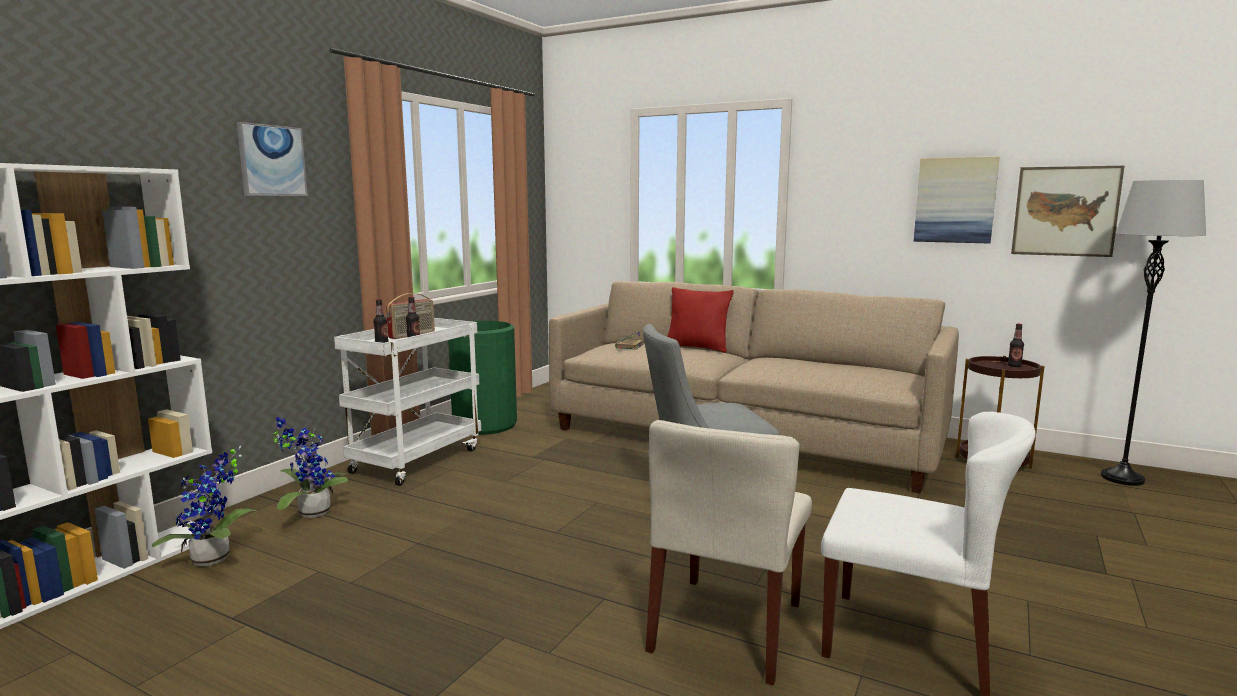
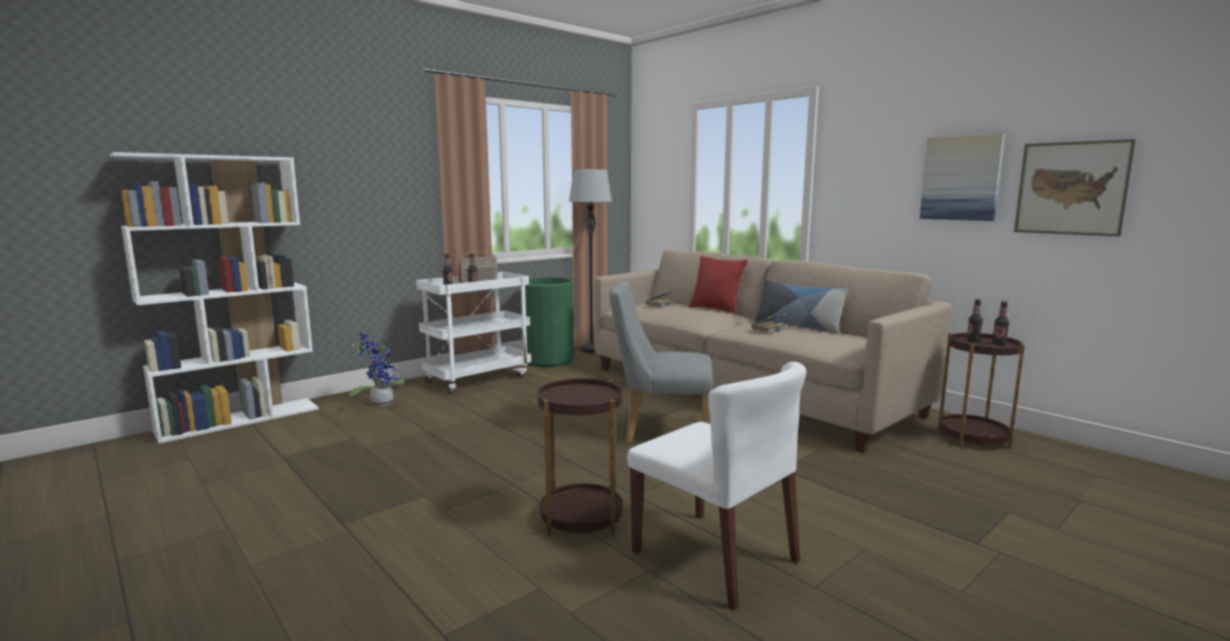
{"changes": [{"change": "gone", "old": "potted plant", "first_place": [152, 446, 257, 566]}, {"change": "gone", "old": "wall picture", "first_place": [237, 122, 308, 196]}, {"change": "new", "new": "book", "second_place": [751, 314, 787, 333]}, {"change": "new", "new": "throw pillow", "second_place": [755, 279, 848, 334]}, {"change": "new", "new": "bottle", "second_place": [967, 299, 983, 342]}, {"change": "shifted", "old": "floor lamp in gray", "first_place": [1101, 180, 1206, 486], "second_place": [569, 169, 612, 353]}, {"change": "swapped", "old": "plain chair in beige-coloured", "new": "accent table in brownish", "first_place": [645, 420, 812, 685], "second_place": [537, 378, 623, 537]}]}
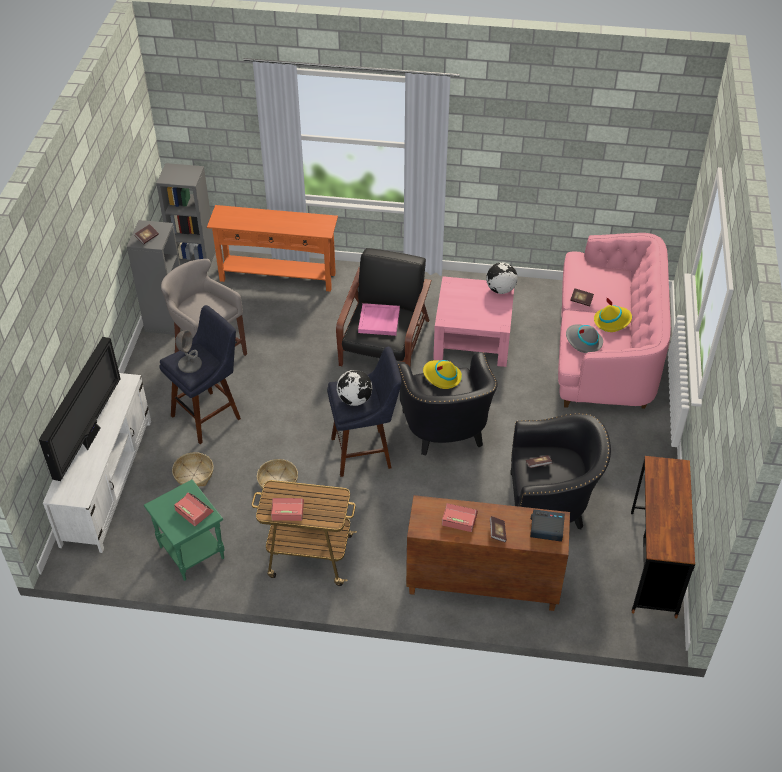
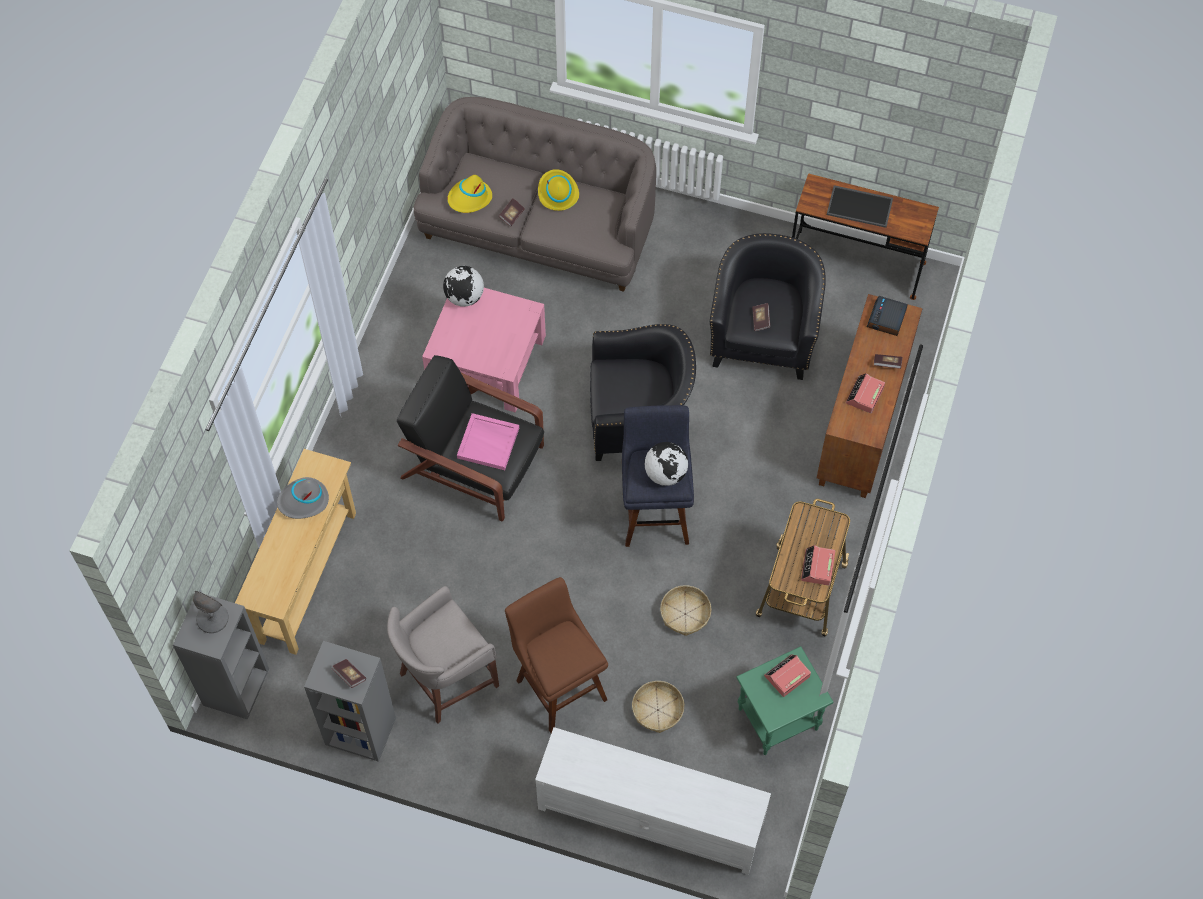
{"changes": [{"change": "gone", "old": "TV", "first_place": [39, 337, 121, 481]}, {"change": "new", "new": "carrying tray", "second_place": [827, 185, 893, 228]}, {"change": "shifted", "old": "lamp for a table in gray", "first_place": [175, 330, 202, 373], "second_place": [193, 591, 229, 633]}, {"change": "shifted", "old": "clothing hat in yellow", "first_place": [423, 360, 462, 389], "second_place": [447, 175, 492, 213]}, {"change": "shifted", "old": "clothing hat in gray", "first_place": [566, 324, 603, 353], "second_place": [277, 477, 329, 519]}, {"change": "repainted", "old": "stool seat in blue-coloured", "new": "stool seat in brownish", "first_place": [159, 305, 241, 444], "second_place": [505, 577, 608, 733]}, {"change": "repainted", "old": "narrow table in orange-coloured", "new": "narrow table in beige-coloured", "first_place": [207, 205, 338, 292], "second_place": [235, 449, 356, 655]}, {"change": "repainted", "old": "sofa in pink-coloured", "new": "sofa in gray", "first_place": [558, 233, 671, 409], "second_place": [414, 97, 656, 292]}]}
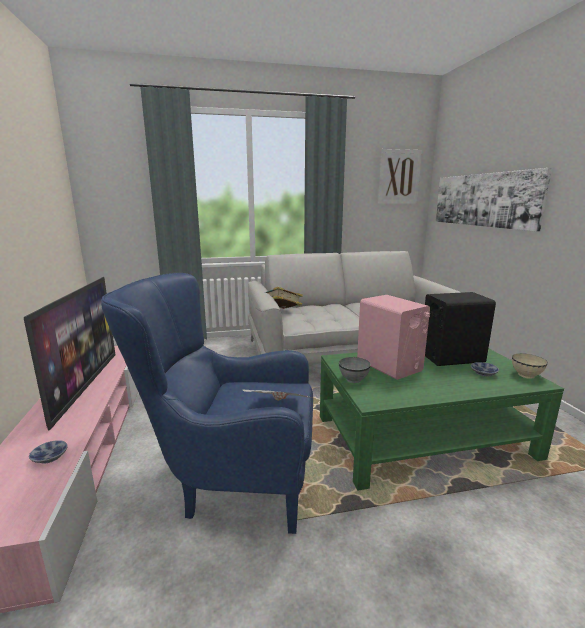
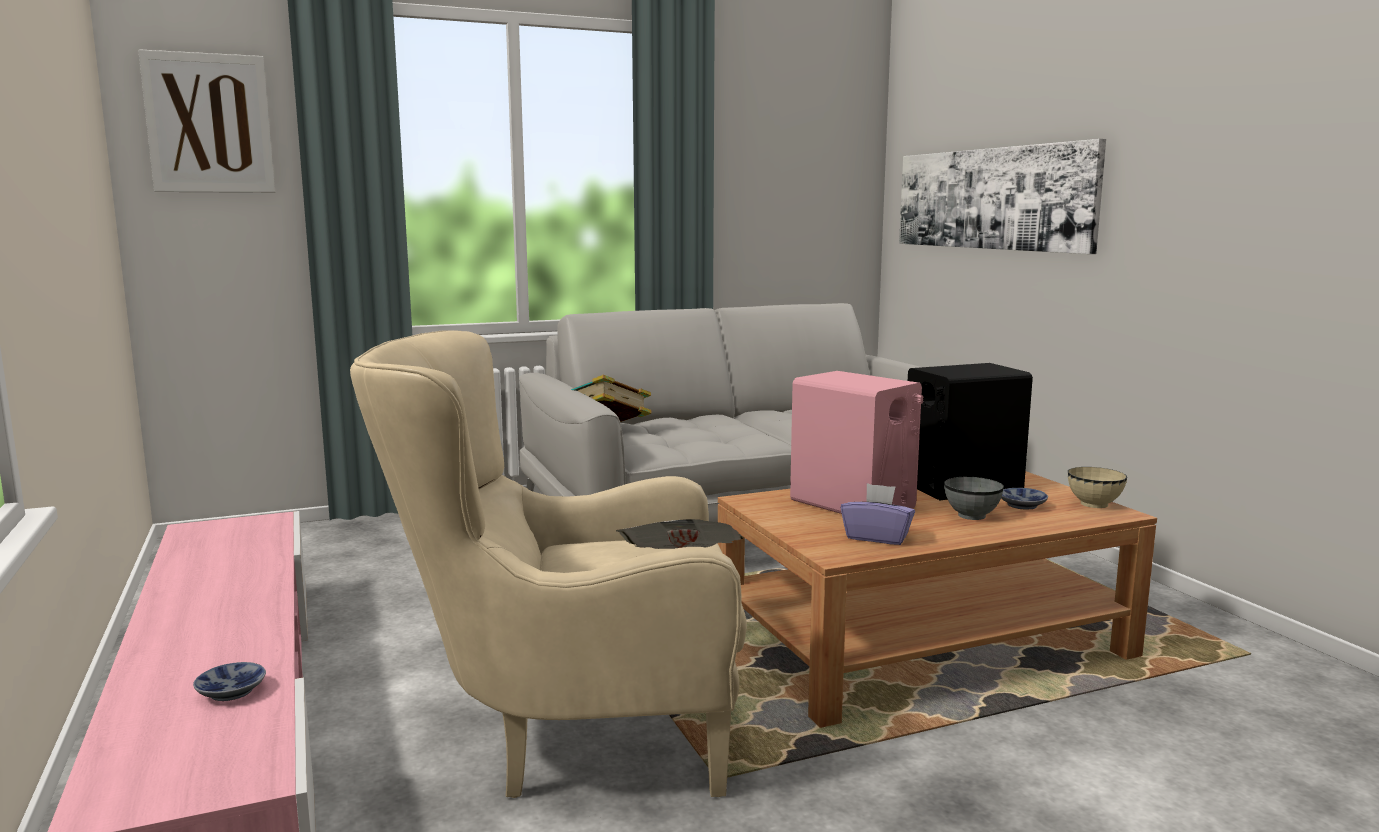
{"changes": [{"change": "gone", "old": "TV", "first_place": [24, 277, 116, 430]}, {"change": "new", "new": "tissue box in purple", "second_place": [841, 483, 915, 545]}, {"change": "shifted", "old": "serving bowl in gray", "first_place": [339, 357, 371, 383], "second_place": [944, 477, 1004, 520]}, {"change": "shifted", "old": "wall picture", "first_place": [378, 149, 422, 204], "second_place": [138, 49, 275, 193]}, {"change": "repainted", "old": "lounge chair in blue-coloured", "new": "lounge chair in beige-coloured", "first_place": [101, 273, 313, 534], "second_place": [350, 330, 747, 798]}, {"change": "repainted", "old": "coffee table in green-coloured", "new": "coffee table in brownish", "first_place": [320, 348, 564, 491], "second_place": [718, 471, 1157, 728]}]}
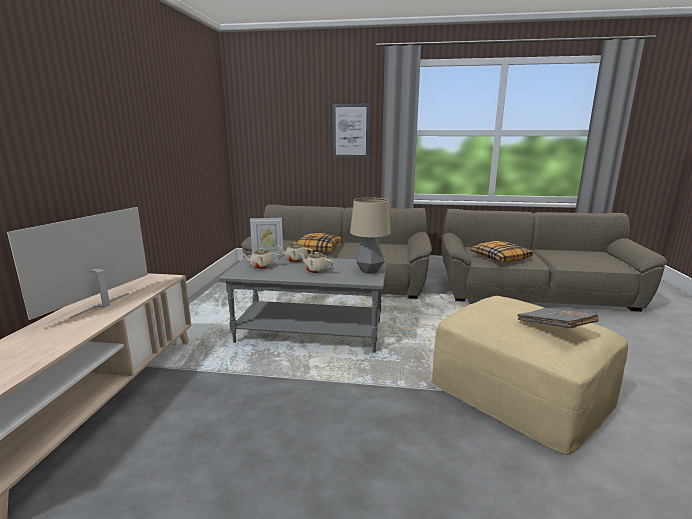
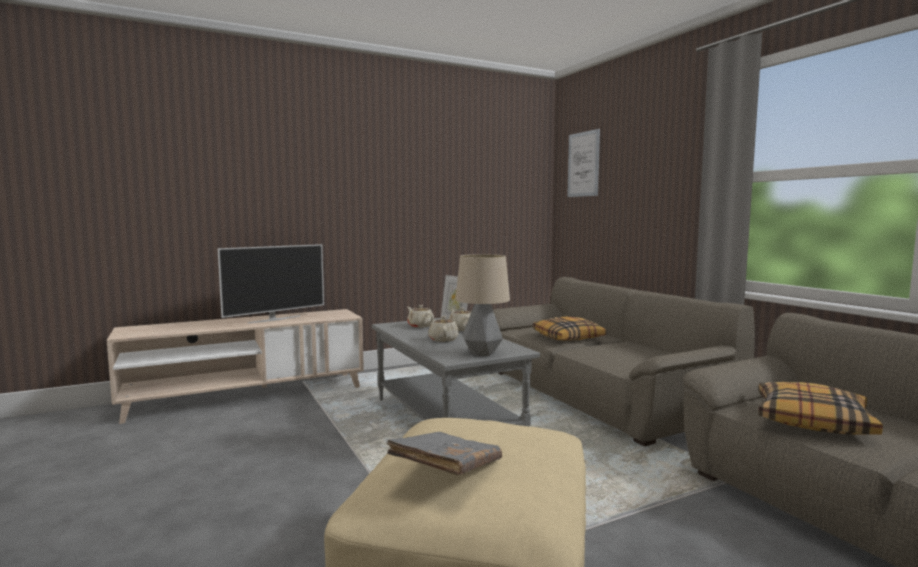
{"changes": [{"change": "shifted", "old": "wall picture", "first_place": [333, 104, 370, 158], "second_place": [567, 129, 600, 197]}, {"change": "rotated", "old": "TV", "first_place": [7, 207, 148, 320], "second_place": [218, 244, 324, 323], "degrees": 150}]}
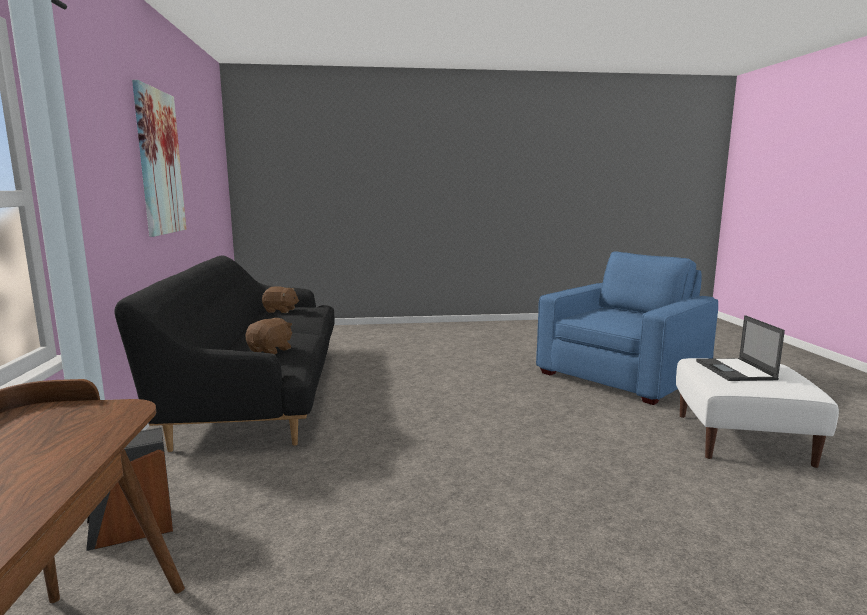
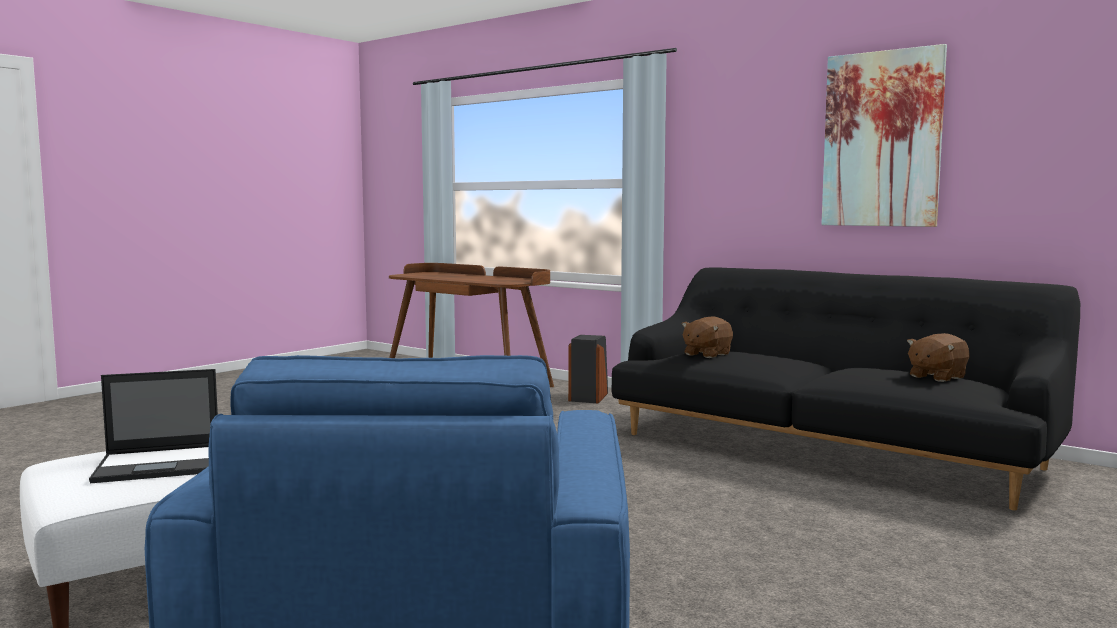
{"changes": [{"change": "rotated", "old": "cuddly toy in brownish", "first_place": [245, 318, 292, 355], "second_place": [682, 316, 733, 358], "degrees": 60}, {"change": "rotated", "old": "laptop", "first_place": [696, 315, 785, 381], "second_place": [89, 369, 218, 483], "degrees": 120}]}
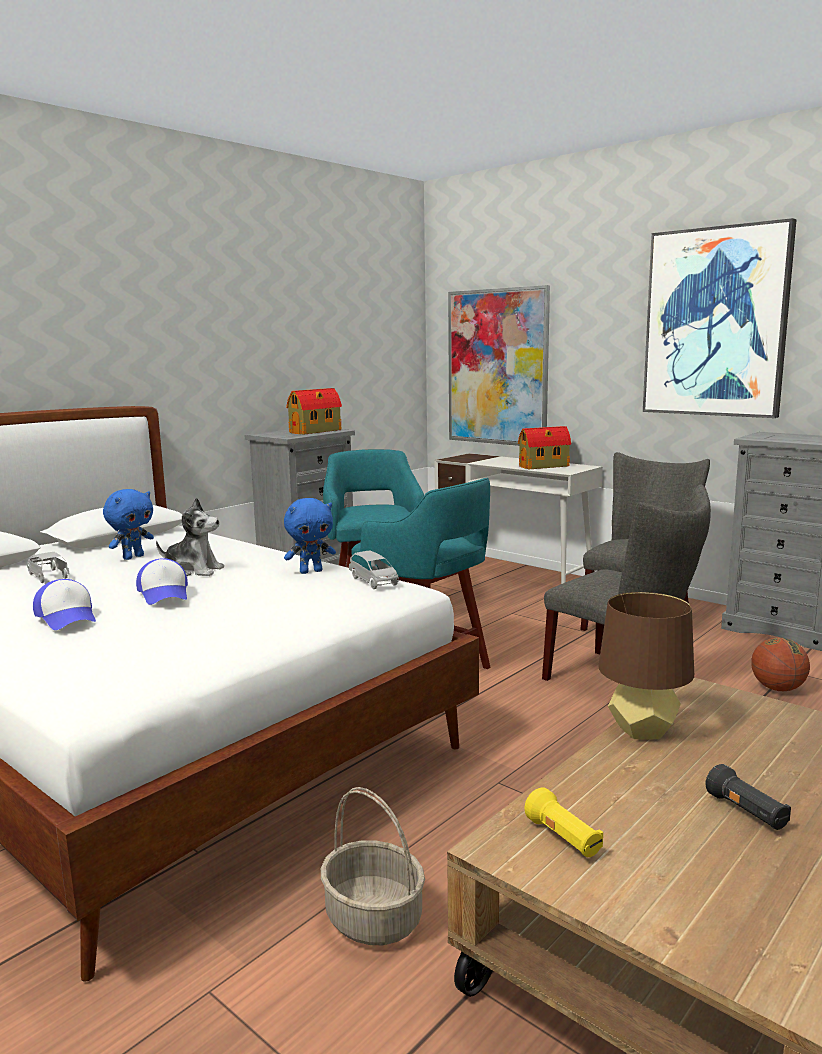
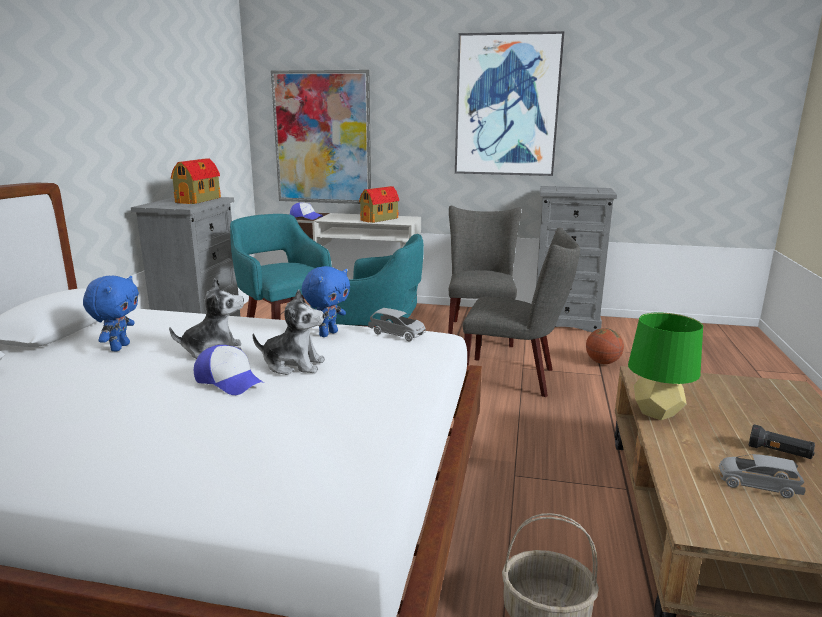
{"changes": [{"change": "gone", "old": "torch in yellow", "first_place": [524, 787, 603, 857]}, {"change": "new", "new": "cuddly toy", "second_place": [253, 289, 325, 375]}, {"change": "shifted", "old": "toy car in gray", "first_place": [27, 552, 70, 583], "second_place": [718, 454, 805, 498]}, {"change": "shifted", "old": "peaked cap", "first_place": [33, 579, 96, 630], "second_place": [290, 202, 323, 220]}, {"change": "repainted", "old": "lamp for a table in brownish", "new": "lamp for a table in green-coloured", "first_place": [598, 592, 694, 739], "second_place": [628, 312, 703, 420]}]}
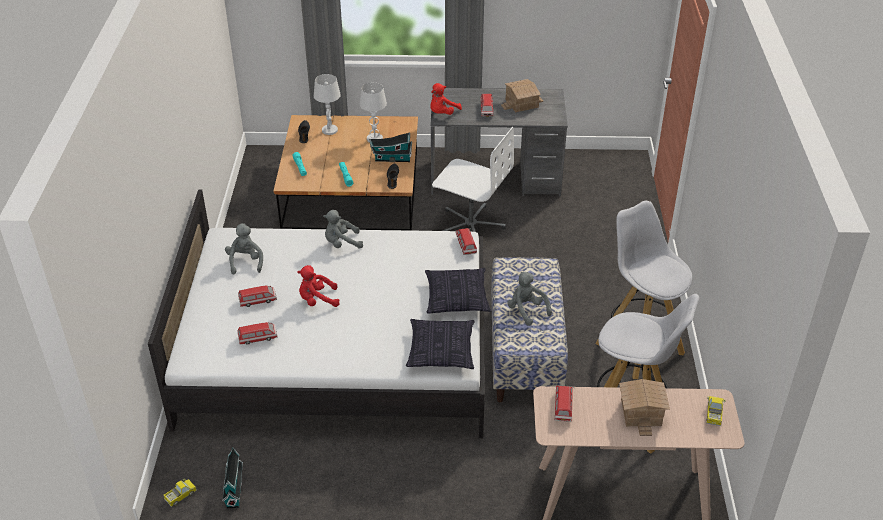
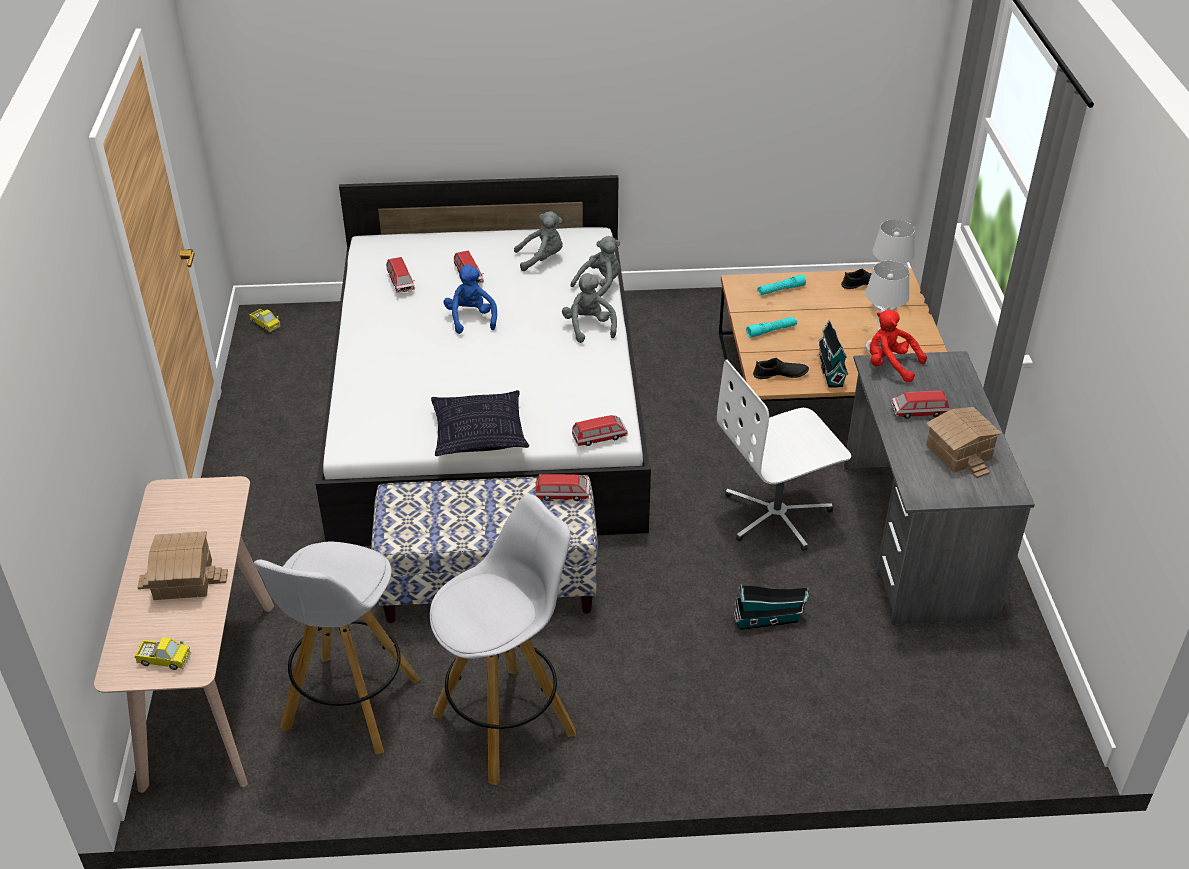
{"changes": [{"change": "gone", "old": "throw pillow", "first_place": [406, 319, 474, 369]}, {"change": "shifted", "old": "toy house", "first_place": [223, 447, 243, 508], "second_place": [734, 585, 810, 630]}, {"change": "shifted", "old": "cuddly toy in gray", "first_place": [507, 272, 552, 326], "second_place": [570, 236, 620, 296]}, {"change": "shifted", "old": "toy car", "first_place": [555, 385, 574, 422], "second_place": [535, 474, 590, 501]}, {"change": "repainted", "old": "cuddly toy in reddish", "new": "cuddly toy in blue-coloured", "first_place": [297, 265, 340, 307], "second_place": [444, 265, 497, 334]}, {"change": "rotated", "old": "office chair in whitish", "first_place": [432, 127, 514, 232], "second_place": [717, 360, 851, 551], "degrees": 45}]}
